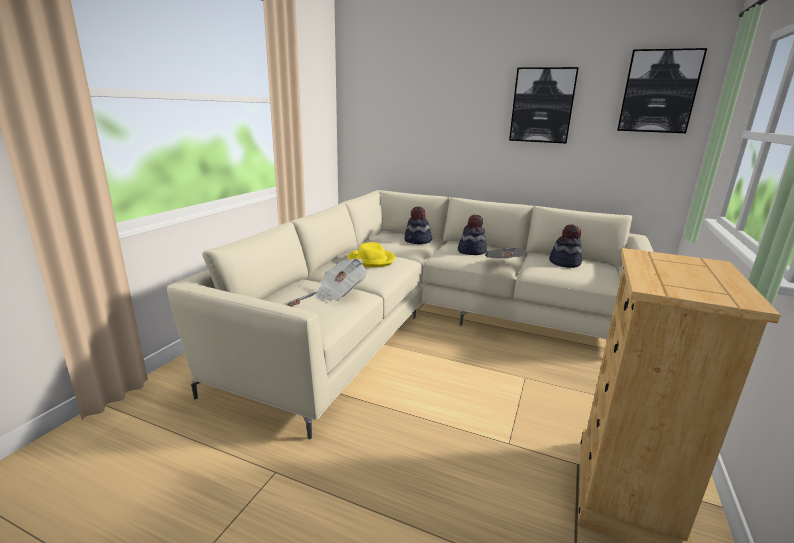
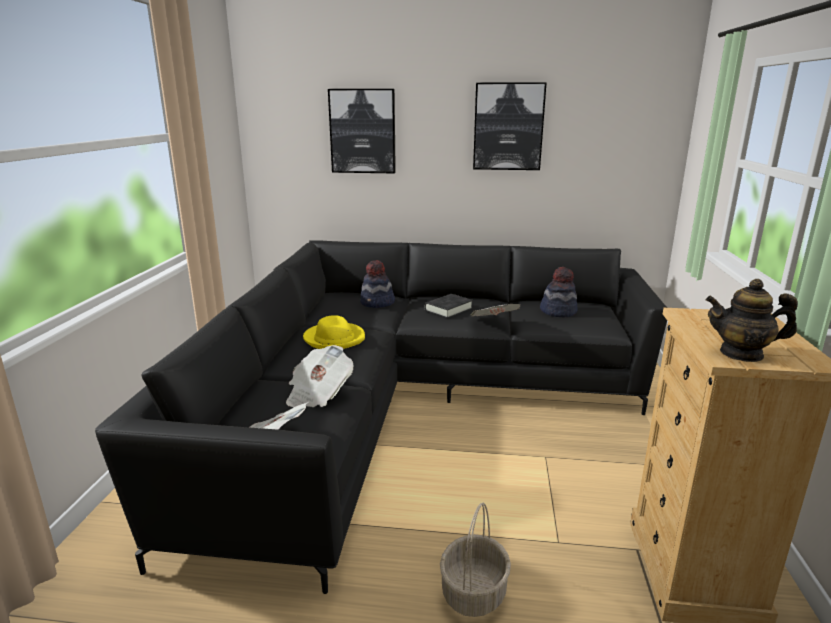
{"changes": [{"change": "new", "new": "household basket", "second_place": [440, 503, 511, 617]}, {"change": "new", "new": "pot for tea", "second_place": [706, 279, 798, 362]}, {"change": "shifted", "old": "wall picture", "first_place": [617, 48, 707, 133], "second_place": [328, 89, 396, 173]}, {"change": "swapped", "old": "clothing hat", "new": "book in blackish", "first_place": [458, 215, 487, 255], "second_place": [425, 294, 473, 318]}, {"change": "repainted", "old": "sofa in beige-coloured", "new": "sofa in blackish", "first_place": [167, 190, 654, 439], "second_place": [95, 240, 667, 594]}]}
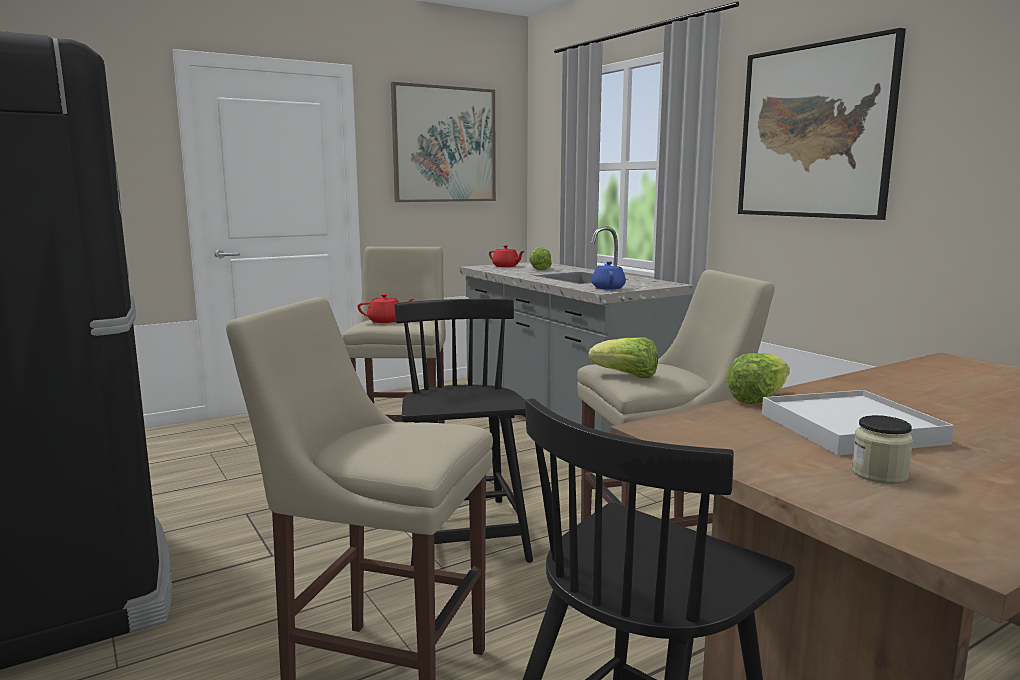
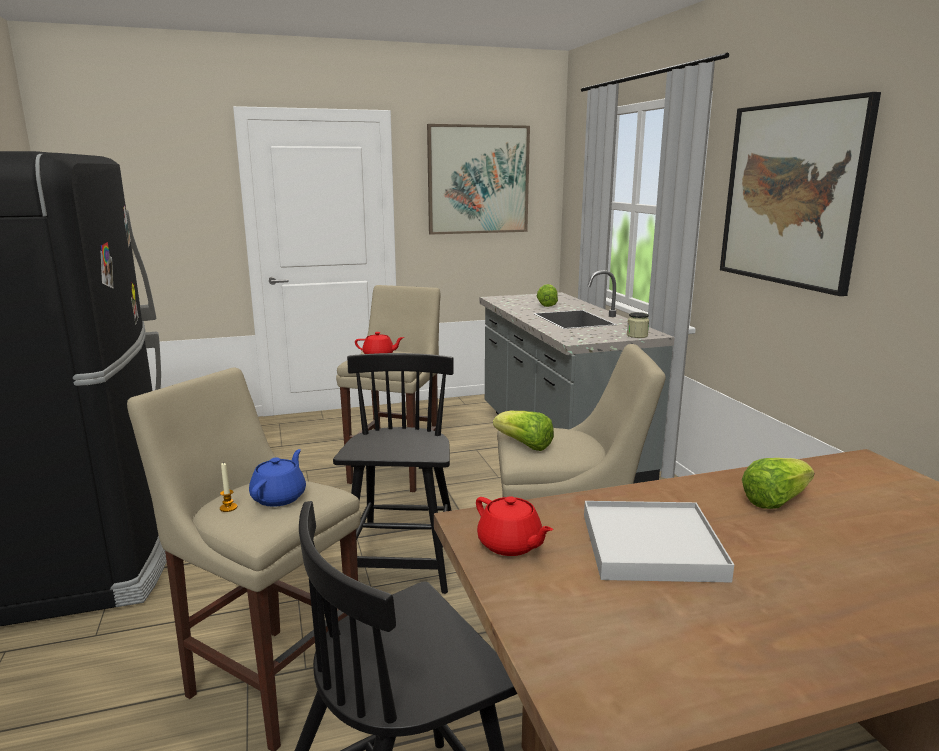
{"changes": [{"change": "new", "new": "candle", "second_place": [220, 462, 237, 512]}, {"change": "shifted", "old": "pot for tea in reddish", "first_place": [489, 245, 524, 267], "second_place": [476, 496, 553, 556]}, {"change": "shifted", "old": "pot for tea in blue-coloured", "first_place": [592, 261, 626, 289], "second_place": [249, 449, 306, 507]}, {"change": "shifted", "old": "lettuce", "first_place": [726, 353, 789, 404], "second_place": [742, 458, 815, 509]}, {"change": "shifted", "old": "jar", "first_place": [851, 415, 913, 484], "second_place": [627, 312, 649, 338]}]}
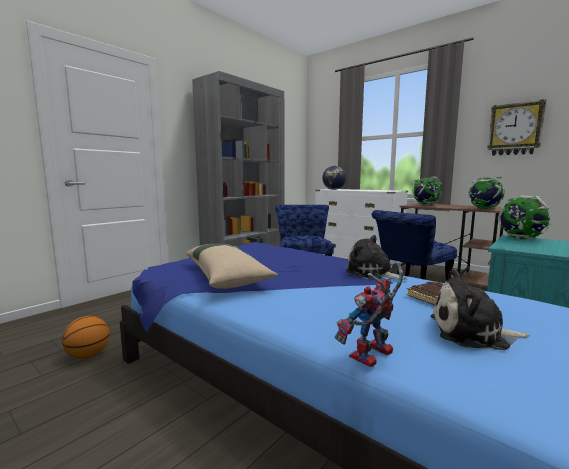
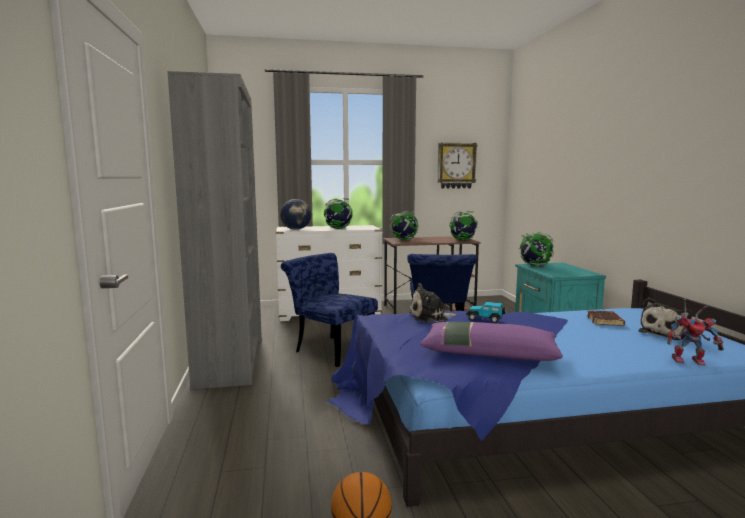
{"changes": [{"change": "new", "new": "globe", "second_place": [324, 198, 353, 229]}, {"change": "new", "new": "toy car", "second_place": [466, 302, 506, 323]}, {"change": "shifted", "old": "cuddly toy", "first_place": [346, 235, 408, 280], "second_place": [409, 283, 458, 322]}, {"change": "repainted", "old": "throw pillow in beige-coloured", "new": "throw pillow in purple", "first_place": [186, 244, 278, 289], "second_place": [420, 322, 563, 361]}, {"change": "rotated", "old": "model robot", "first_place": [335, 261, 404, 367], "second_place": [667, 299, 724, 365], "degrees": -75}]}
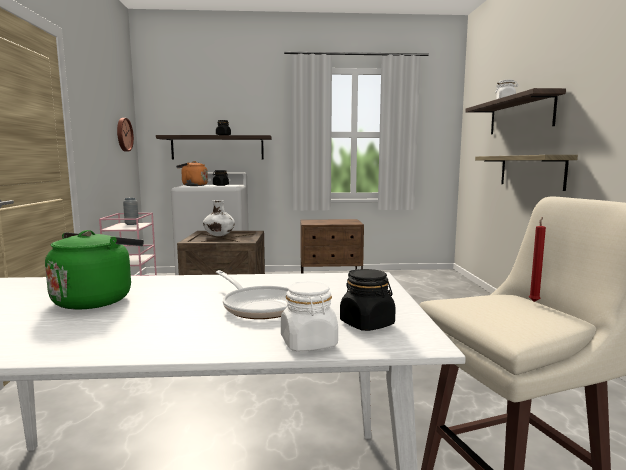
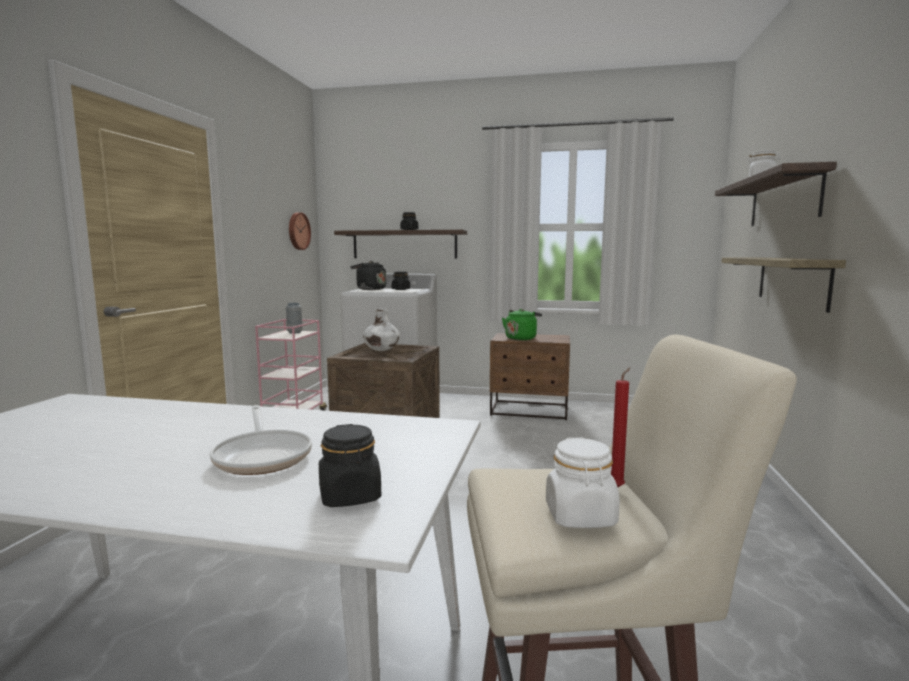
{"changes": [{"change": "shifted", "old": "water kettle in green-coloured", "first_place": [45, 230, 144, 310], "second_place": [502, 309, 542, 340]}, {"change": "shifted", "old": "jar in whitish", "first_place": [281, 281, 338, 351], "second_place": [546, 438, 620, 528]}, {"change": "repainted", "old": "water kettle in orange-coloured", "new": "water kettle in blackish", "first_place": [176, 161, 208, 186], "second_place": [350, 261, 386, 290]}]}
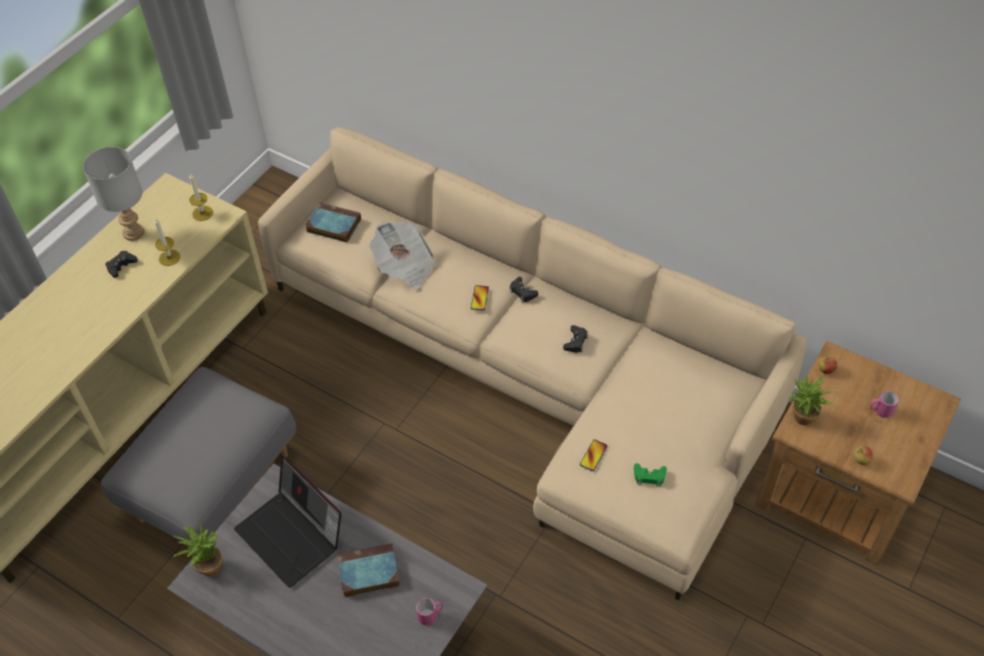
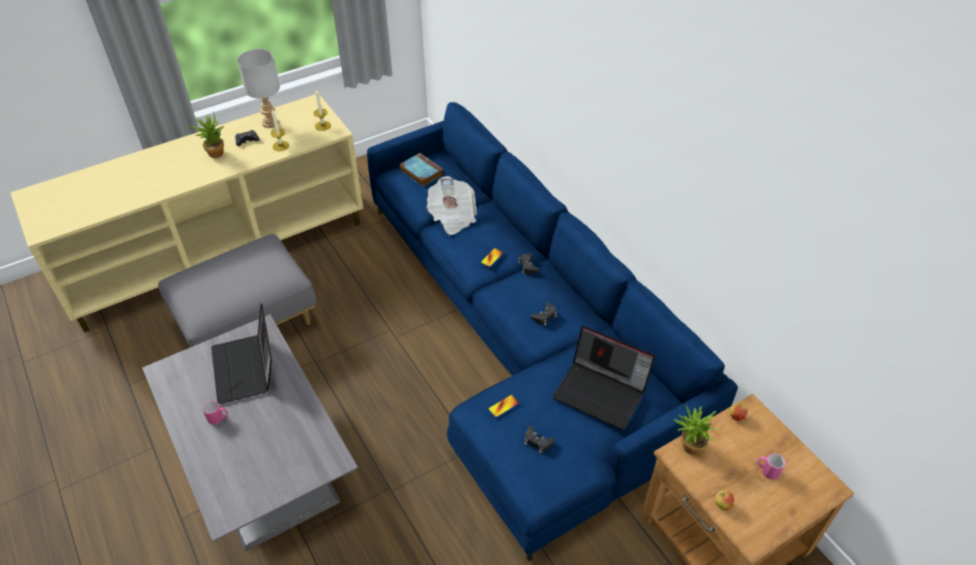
{"changes": [{"change": "gone", "old": "book", "first_place": [337, 543, 400, 597]}, {"change": "new", "new": "laptop", "second_place": [553, 326, 655, 430]}, {"change": "shifted", "old": "potted plant", "first_place": [173, 520, 223, 577], "second_place": [188, 114, 224, 158]}, {"change": "shifted", "old": "tea mug in pink-coloured", "first_place": [416, 598, 443, 626], "second_place": [202, 401, 228, 425]}, {"change": "repainted", "old": "sofa in beige-coloured", "new": "sofa in blue-coloured", "first_place": [258, 127, 807, 601], "second_place": [367, 102, 738, 561]}, {"change": "repainted", "old": "gamepad in green-coloured", "new": "gamepad in blackish", "first_place": [634, 463, 667, 487], "second_place": [524, 426, 555, 453]}]}
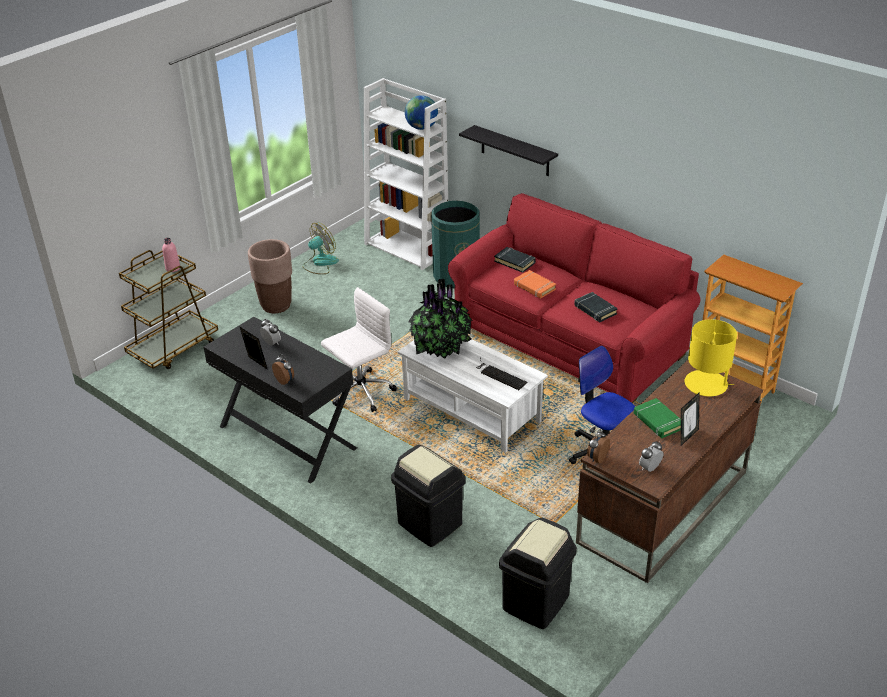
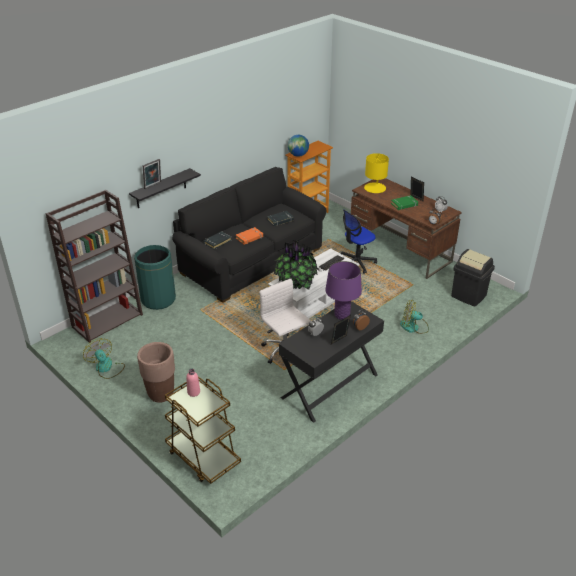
{"changes": [{"change": "new", "new": "picture frame", "second_place": [143, 159, 161, 189]}, {"change": "new", "new": "lamp for a table in purple", "second_place": [325, 261, 362, 320]}, {"change": "shifted", "old": "globe", "first_place": [405, 95, 438, 130], "second_place": [288, 135, 309, 157]}, {"change": "swapped", "old": "trash can in blackish", "new": "cooling fan", "first_place": [391, 445, 466, 547], "second_place": [400, 300, 429, 334]}, {"change": "repainted", "old": "shelving unit in whitish", "new": "shelving unit in brownish", "first_place": [364, 78, 448, 270], "second_place": [46, 190, 143, 343]}, {"change": "repainted", "old": "sofa in reddish", "new": "sofa in blackish", "first_place": [448, 193, 700, 403], "second_place": [172, 167, 326, 303]}]}
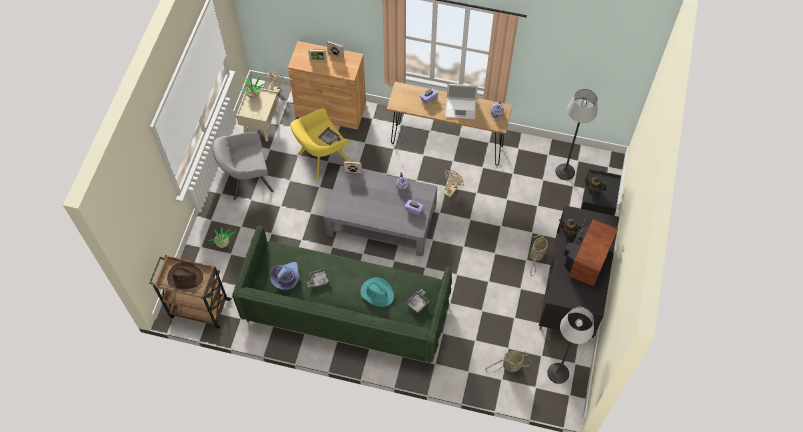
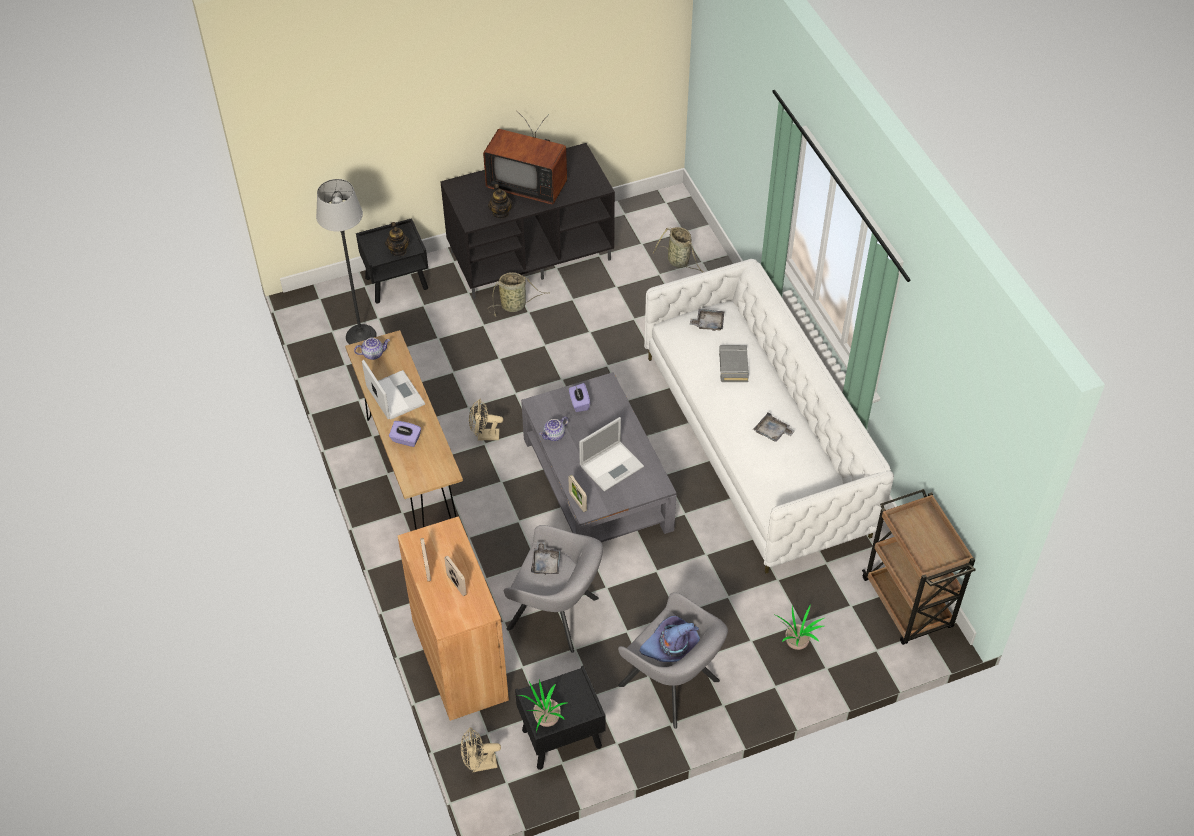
{"changes": [{"change": "gone", "old": "clothing hat in brownish", "first_place": [167, 262, 203, 289]}, {"change": "gone", "old": "floor lamp", "first_place": [547, 307, 594, 384]}, {"change": "new", "new": "laptop", "second_place": [579, 417, 644, 491]}, {"change": "shifted", "old": "clothing hat in purple", "first_place": [270, 262, 299, 290], "second_place": [639, 616, 700, 662]}, {"change": "swapped", "old": "clothing hat in turquoise-coloured", "new": "book in gray", "first_place": [360, 277, 394, 307], "second_place": [719, 345, 749, 382]}, {"change": "repainted", "old": "sofa in green-coloured", "new": "sofa in whitish", "first_place": [232, 225, 452, 364], "second_place": [644, 259, 894, 574]}, {"change": "repainted", "old": "nightstand in beige-coloured", "new": "nightstand in blackish", "first_place": [236, 85, 279, 141], "second_place": [515, 666, 605, 770]}, {"change": "repainted", "old": "lounge chair in yellow", "new": "lounge chair in gray", "first_place": [290, 108, 351, 180], "second_place": [504, 525, 603, 653]}, {"change": "rotated", "old": "TV", "first_place": [564, 219, 618, 286], "second_place": [483, 111, 567, 204], "degrees": -150}]}
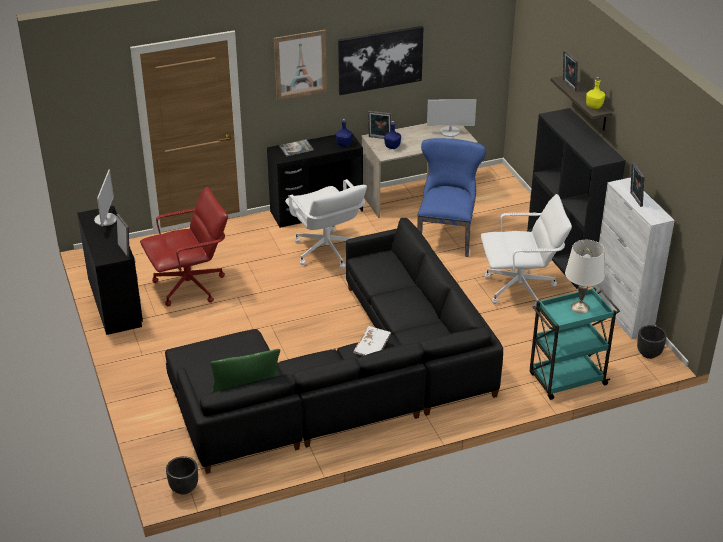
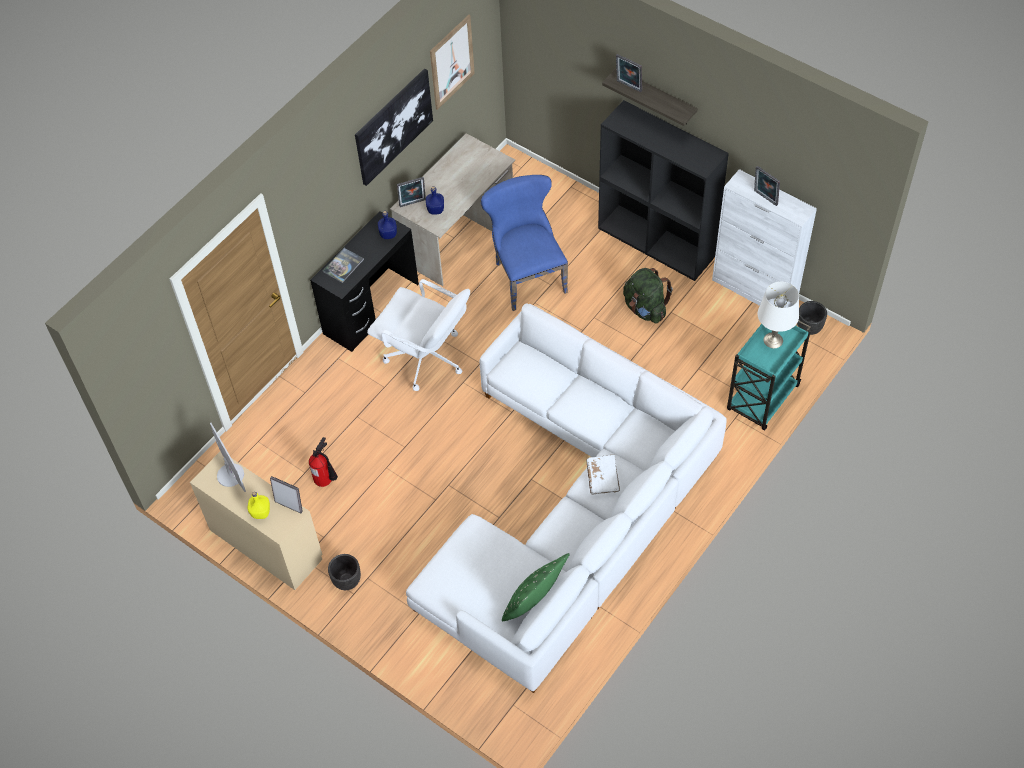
{"changes": [{"change": "gone", "old": "computer display", "first_place": [427, 99, 476, 137]}, {"change": "shifted", "old": "flower pot in blackish", "first_place": [166, 456, 198, 495], "second_place": [328, 554, 361, 590]}, {"change": "shifted", "old": "wall picture", "first_place": [274, 30, 327, 101], "second_place": [430, 15, 475, 110]}, {"change": "shifted", "old": "bottle in yellow", "first_place": [586, 77, 605, 109], "second_place": [248, 492, 270, 519]}, {"change": "swapped", "old": "office chair in reddish", "new": "extinguisher", "first_place": [140, 187, 228, 306], "second_place": [309, 437, 338, 487]}, {"change": "swapped", "old": "office chair in whitish", "new": "knapsack in green-coloured", "first_place": [481, 194, 572, 306], "second_place": [623, 268, 673, 324]}, {"change": "repainted", "old": "desk in blackish", "new": "desk in beige-coloured", "first_place": [77, 206, 143, 335], "second_place": [190, 451, 323, 590]}, {"change": "repainted", "old": "sofa in blackish", "new": "sofa in whitish", "first_place": [165, 218, 503, 474], "second_place": [406, 303, 727, 693]}]}
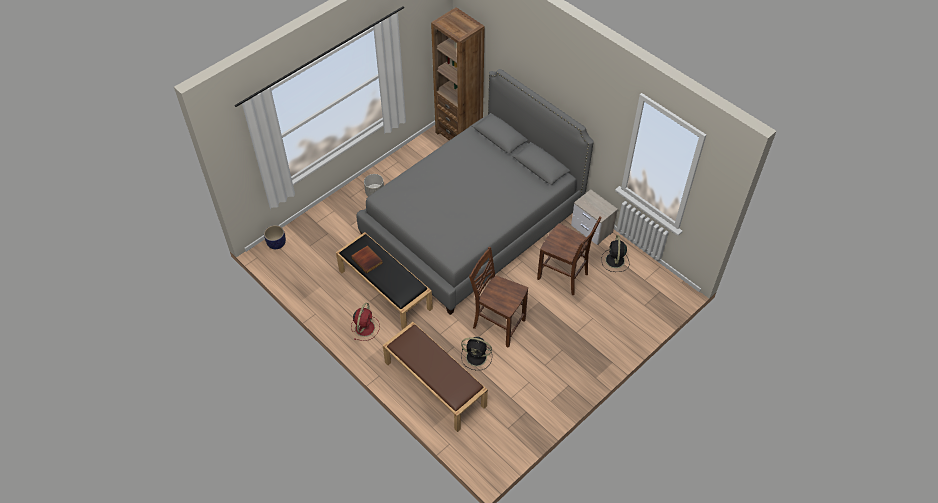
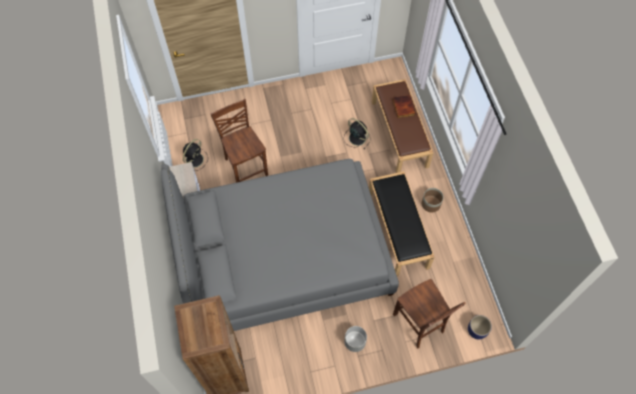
{"changes": [{"change": "shifted", "old": "book", "first_place": [351, 245, 383, 274], "second_place": [392, 95, 416, 118]}, {"change": "shifted", "old": "plain chair in brownish", "first_place": [469, 247, 528, 348], "second_place": [393, 279, 466, 349]}, {"change": "swapped", "old": "cooling fan in reddish", "new": "flower pot", "first_place": [351, 303, 380, 341], "second_place": [422, 188, 444, 212]}]}
